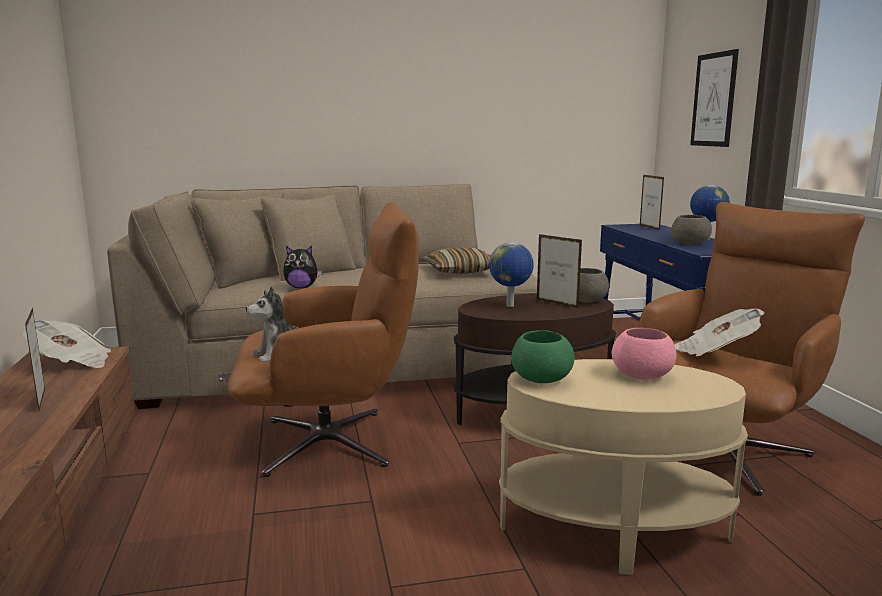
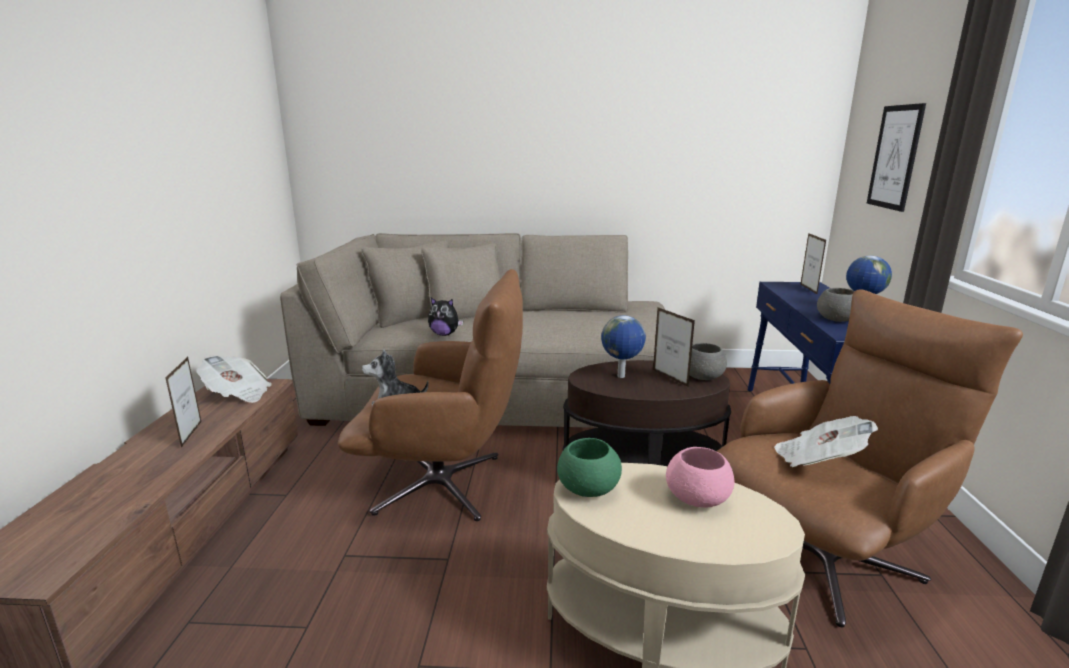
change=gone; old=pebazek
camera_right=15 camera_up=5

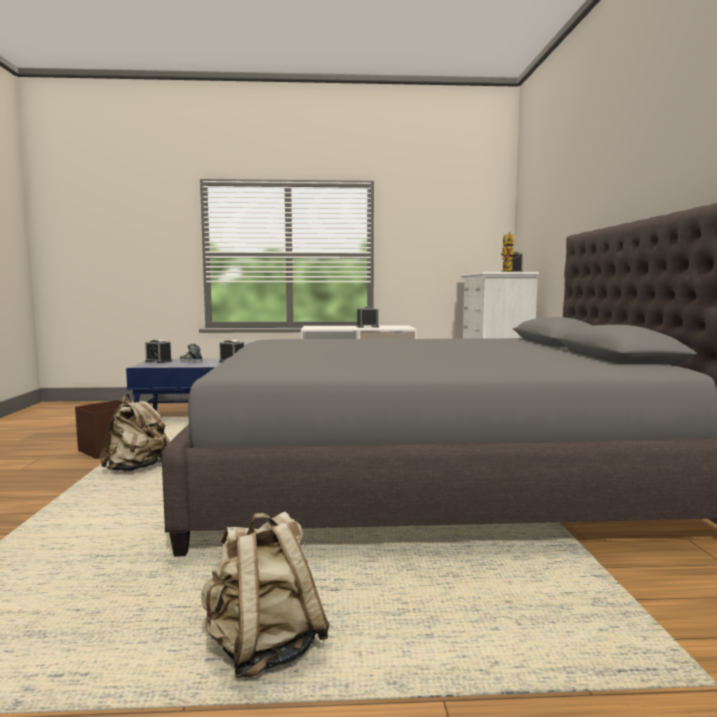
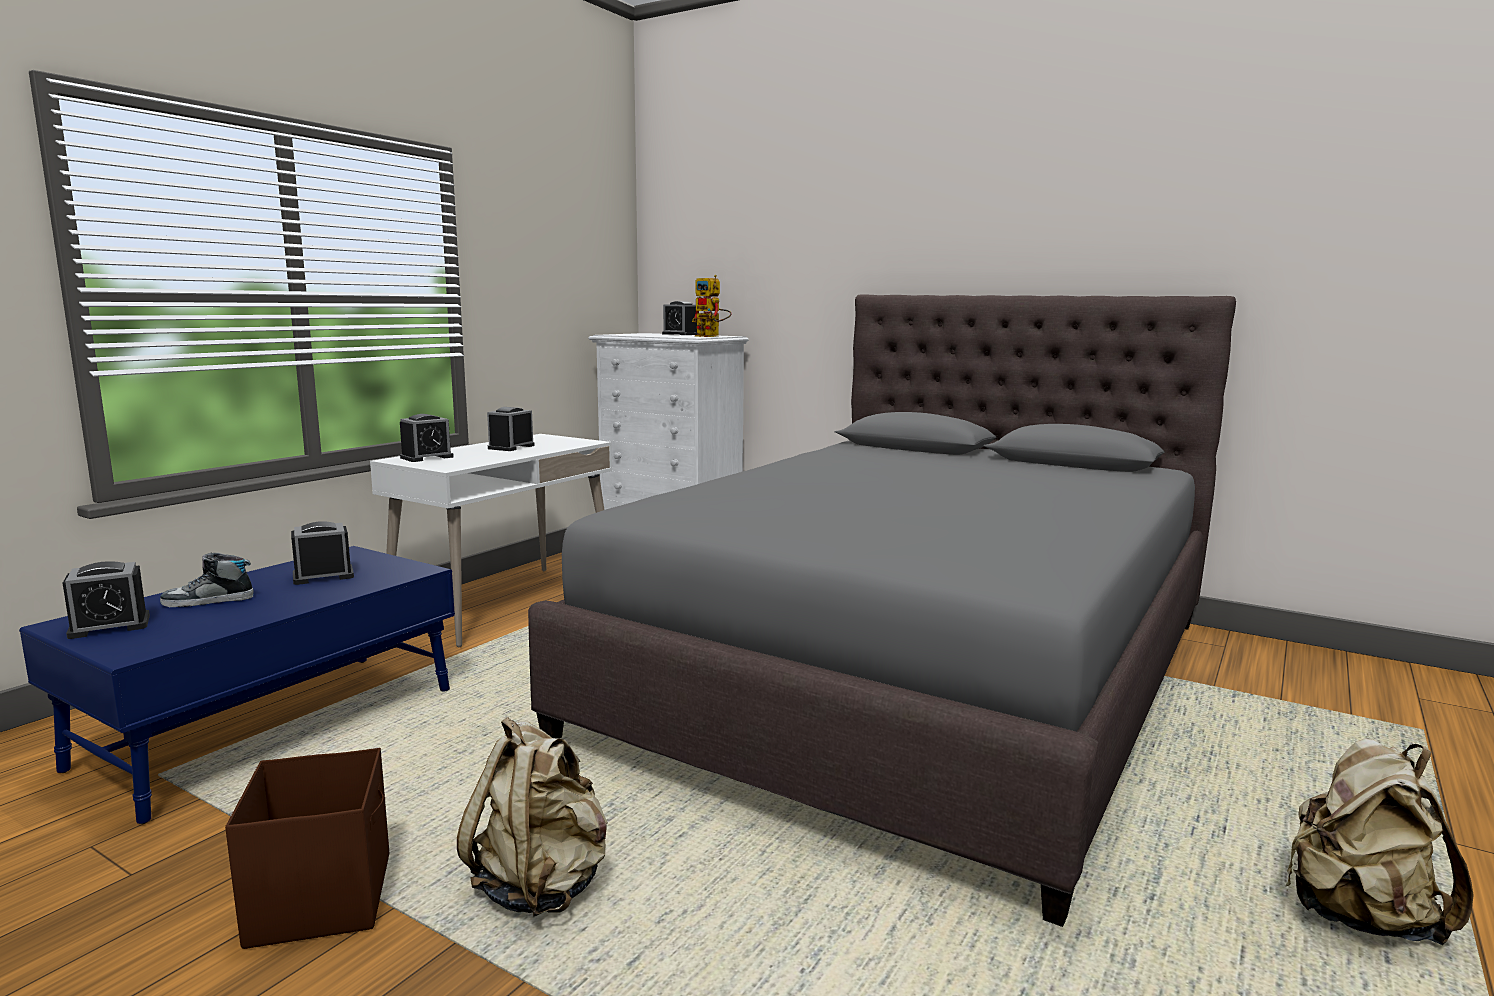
change=new; new=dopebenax (no. 3 from left)
camera_right=-55 camera_up=5

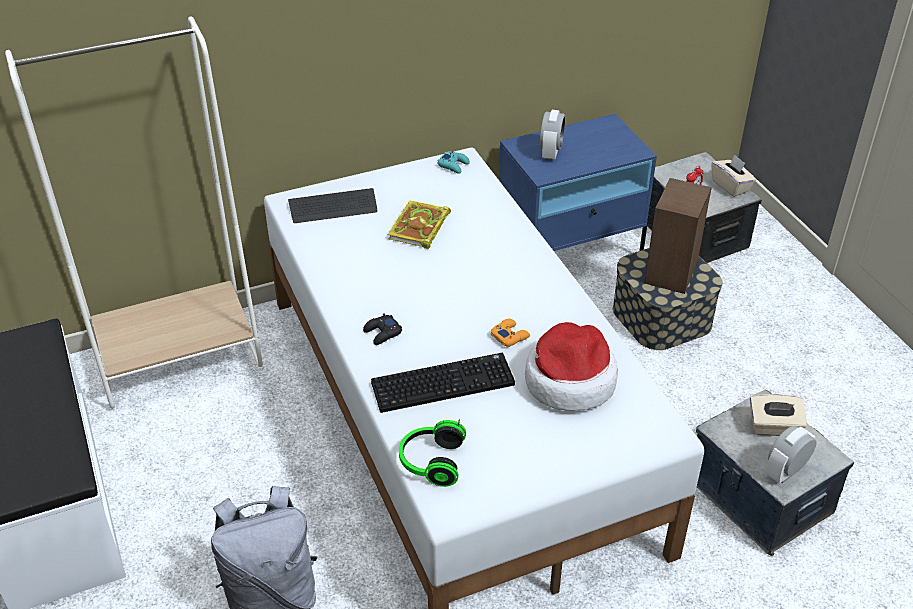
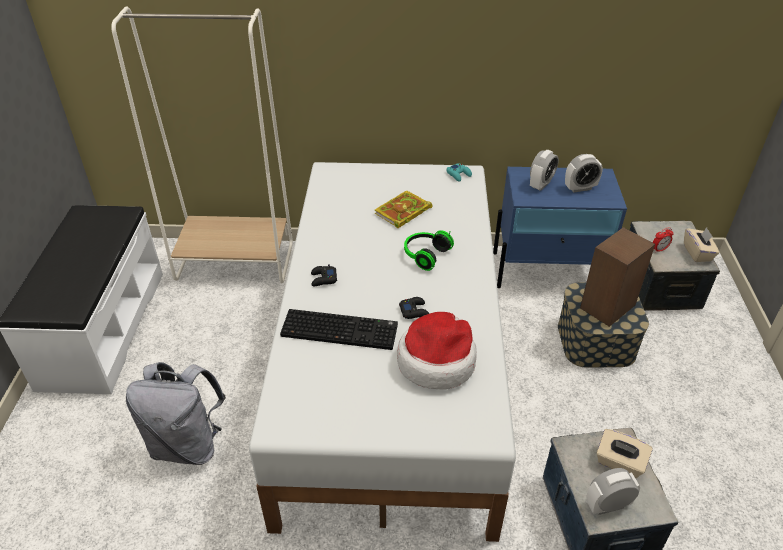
change=gone; old=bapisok (no. 1 from left)
change=repainted; old=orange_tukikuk; new=black_tukikuk (no. 2 from left)
change=shifted; old=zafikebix
change=new; new=dopebenax (no. 2 from left)
camera_right=25 camera_up=0

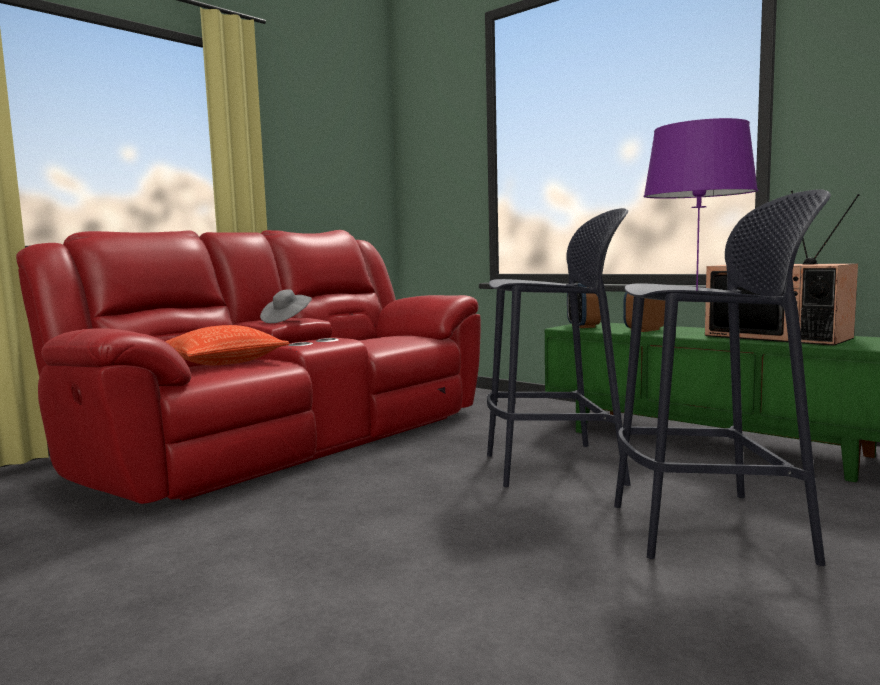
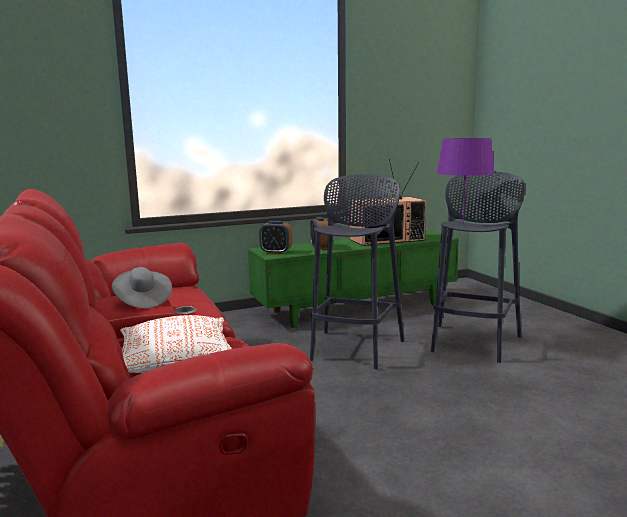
change=repainted; old=orange_pebazek; new=white_pebazek
camera_right=-65 camera_up=5

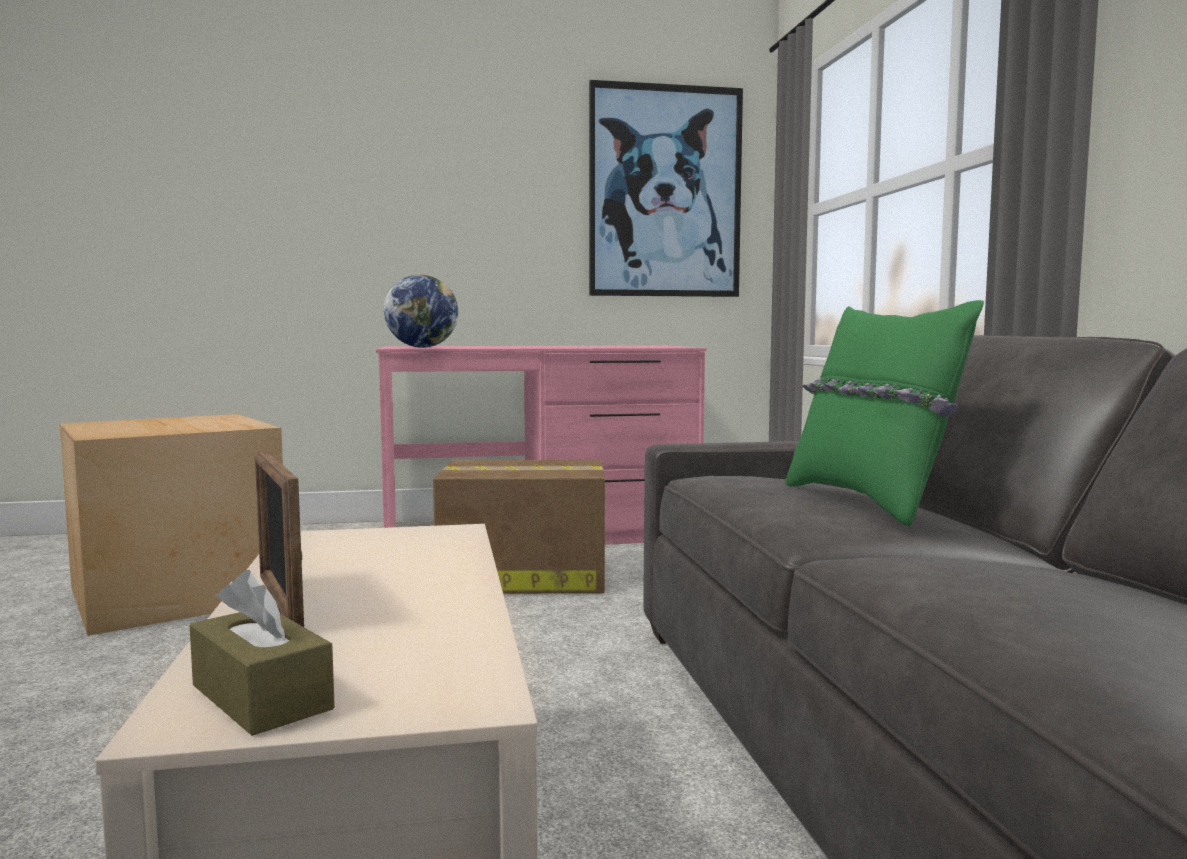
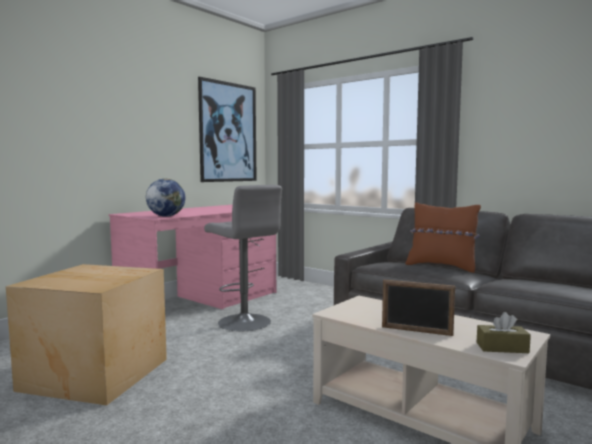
change=repainted; old=green_pebazek; new=brown_pebazek
change=swapped; old=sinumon (no. 2 from left); new=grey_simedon
camera_right=-40 camera_up=0

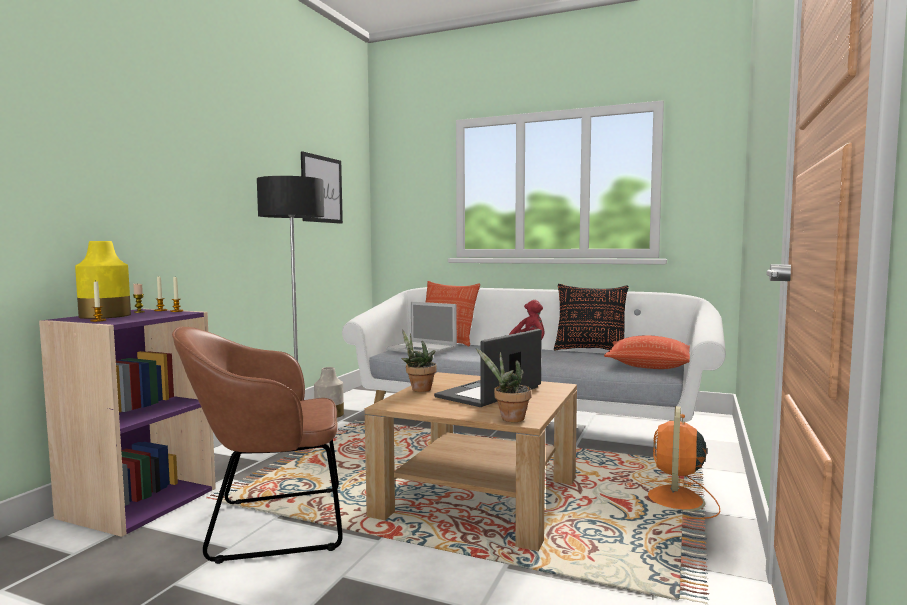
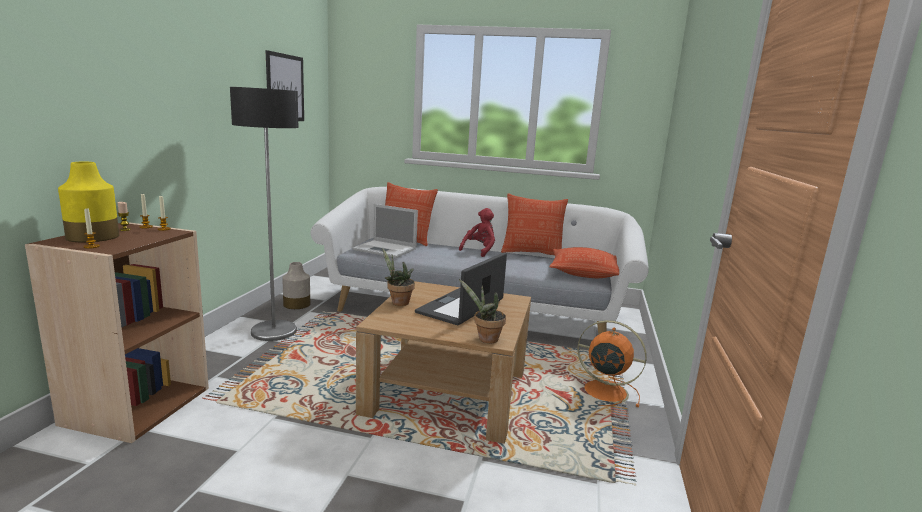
change=repainted; old=black_pebazek; new=orange_pebazek (no. 2 from left)
change=repainted; old=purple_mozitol; new=brown_mozitol
change=gone; old=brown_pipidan
change=rotated; old=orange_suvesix; degrees=105
camera_right=-10 camera_up=10

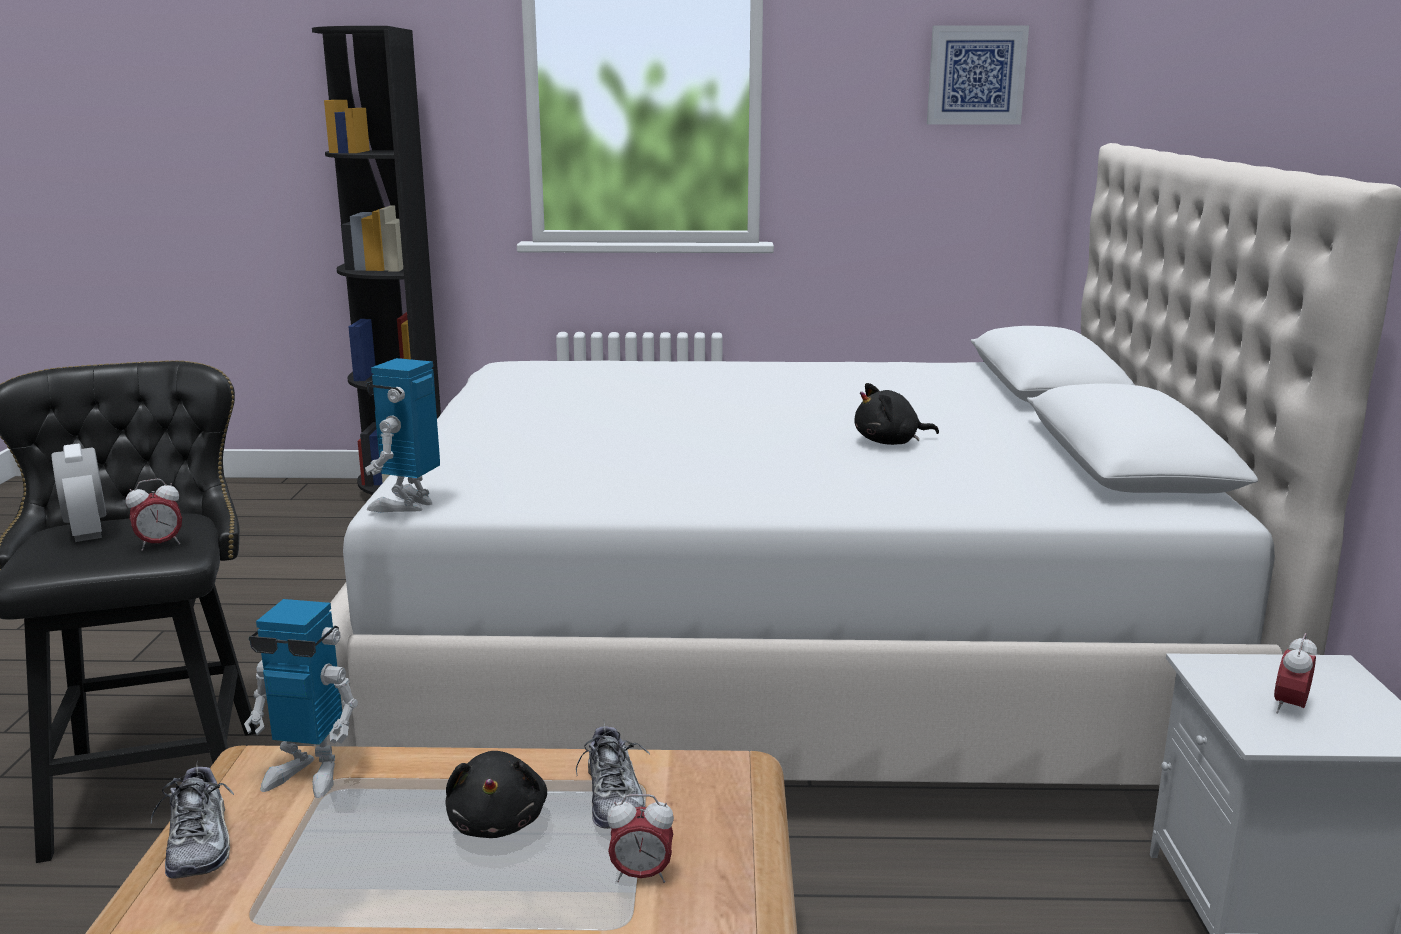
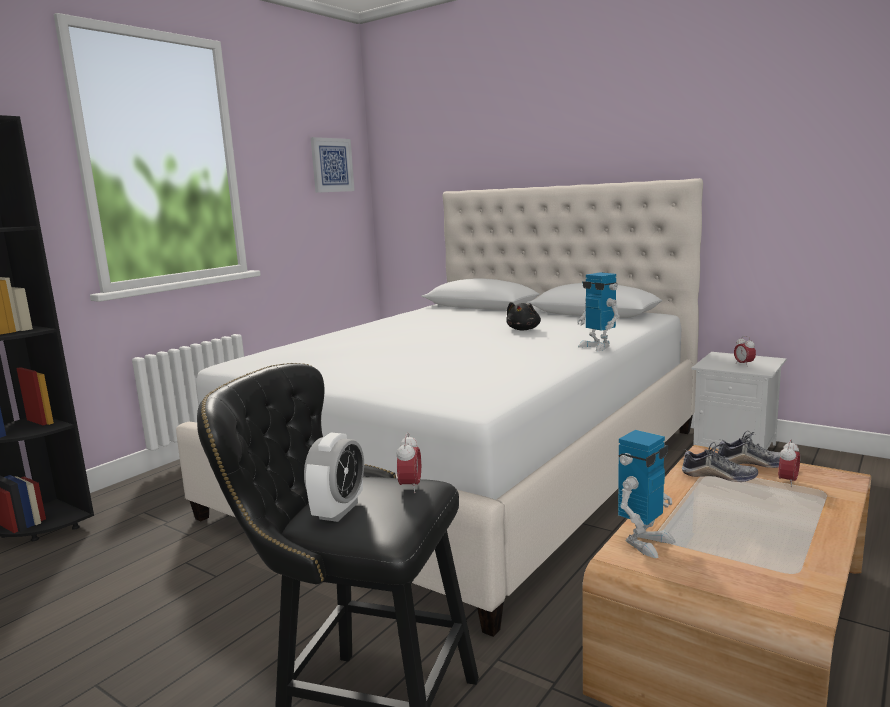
change=shifted; old=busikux (no. 2 from left in the first image); new=busikux (no. 1 from left)
change=rotated; old=dopebenax (no. 1 from left); degrees=-75
change=gone; old=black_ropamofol (no. 1 from left)
change=shifted; old=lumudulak (no. 1 from left in the first image); new=lumudulak (no. 2 from left)
camera_right=-55 camera_up=-5

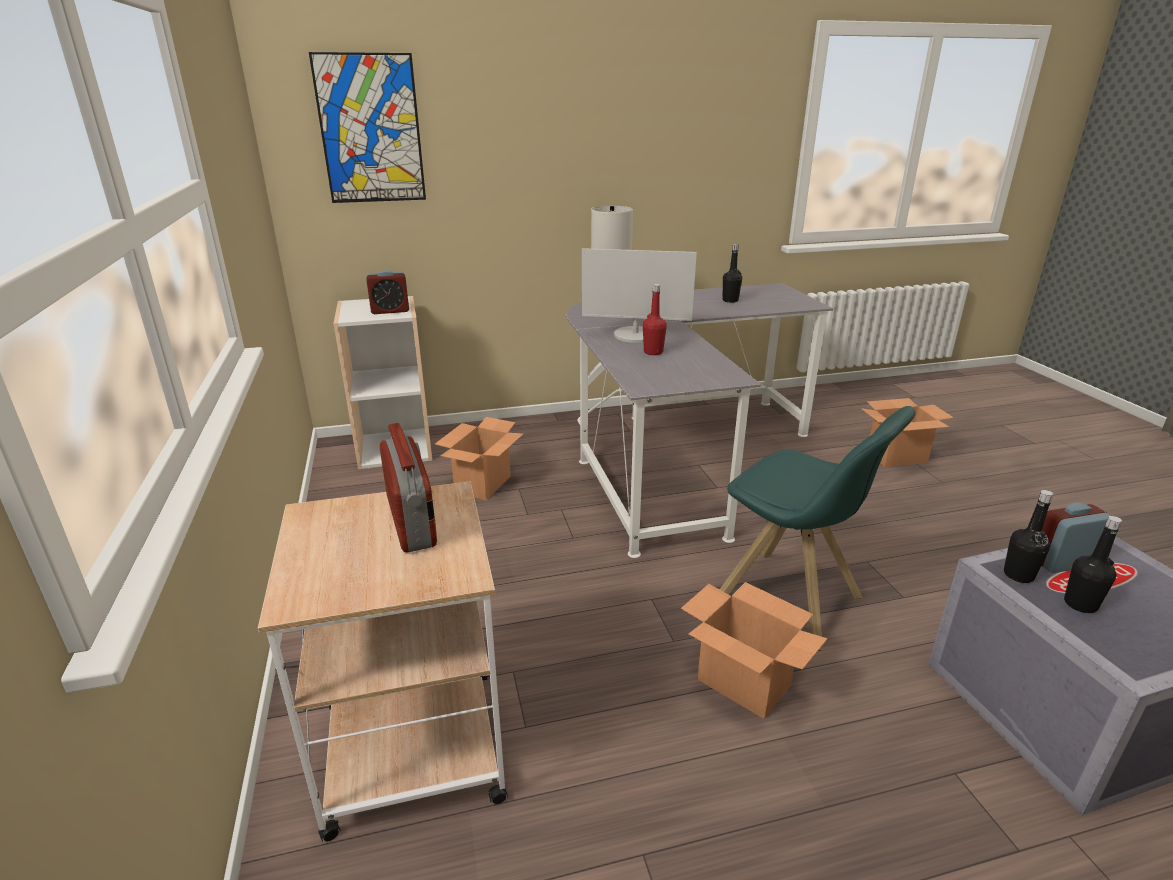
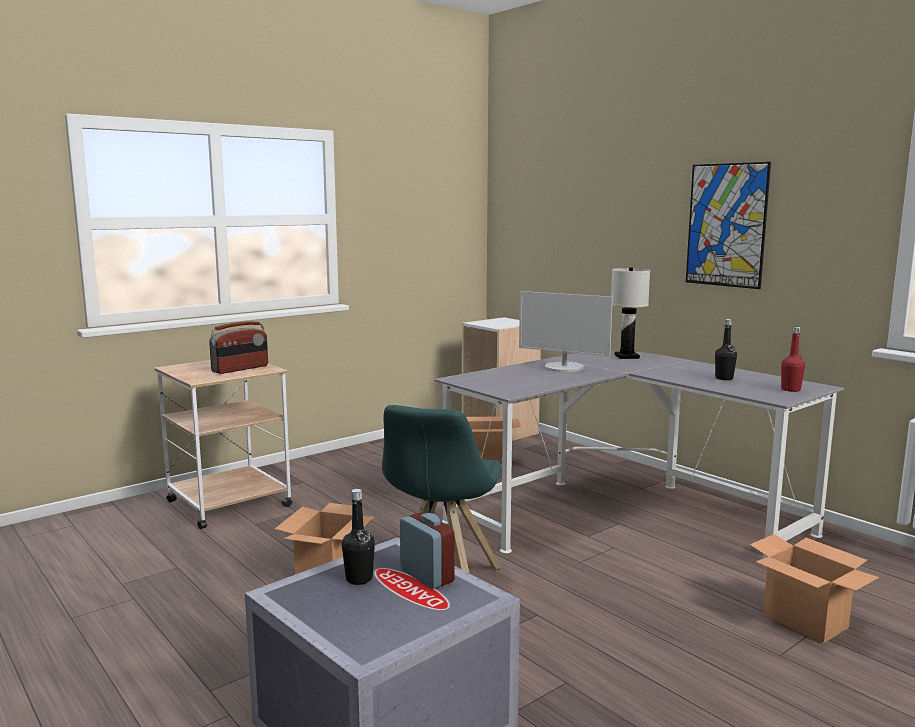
change=shifted; old=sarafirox
change=rotated; old=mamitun; degrees=-45
change=gone; old=dopebenax (no. 1 from left)
change=shifted; old=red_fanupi
change=gone; old=black_fanupi (no. 2 from left)
camera_right=65 camera_up=-15

